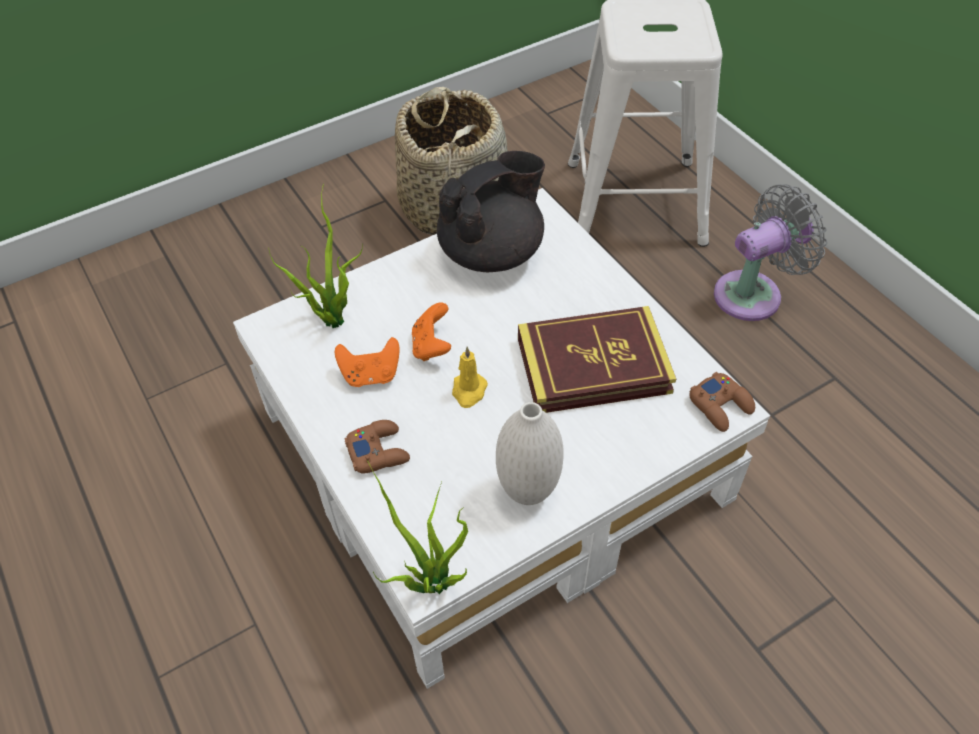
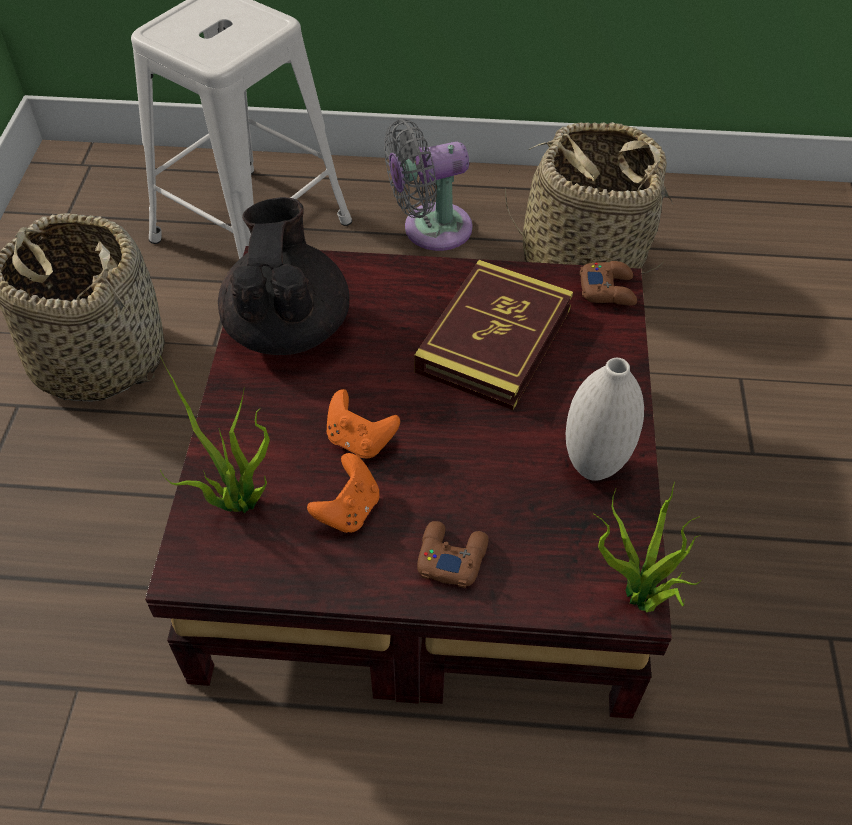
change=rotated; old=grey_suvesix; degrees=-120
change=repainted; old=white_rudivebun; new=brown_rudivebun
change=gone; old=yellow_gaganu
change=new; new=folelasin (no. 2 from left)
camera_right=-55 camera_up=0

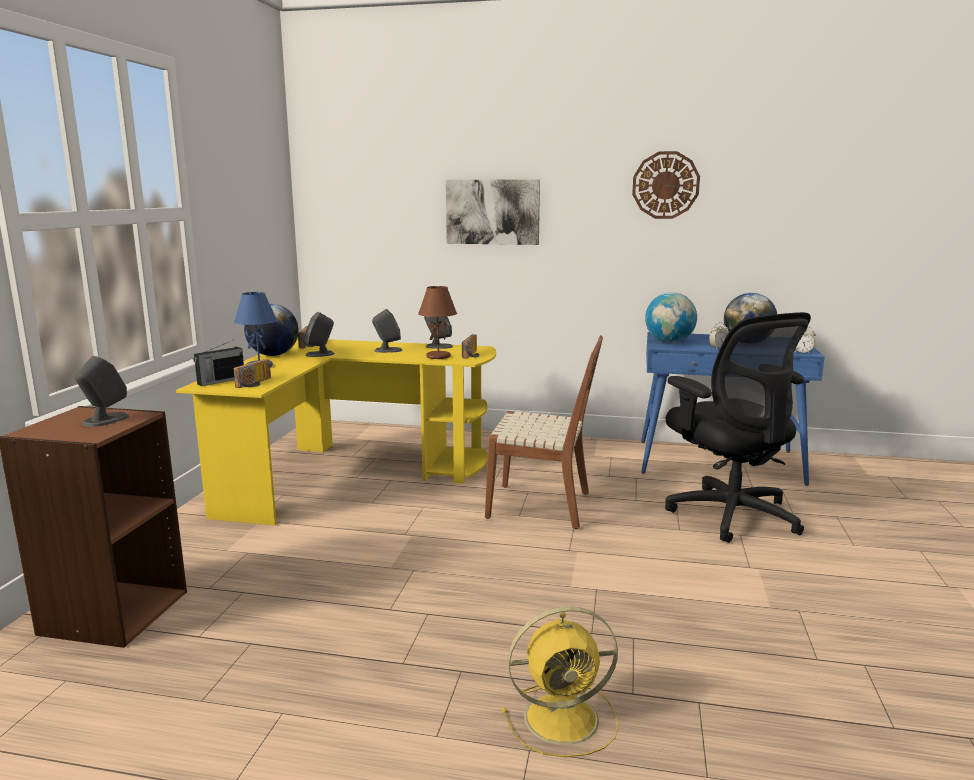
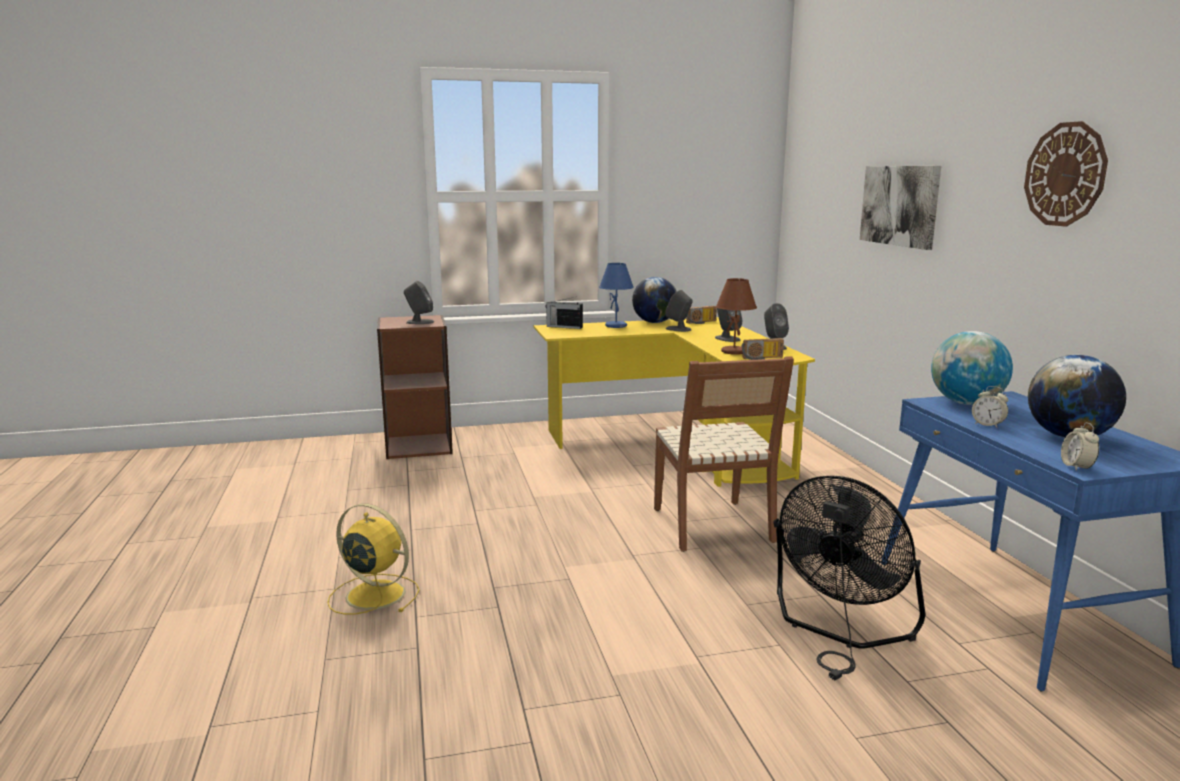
change=swapped; old=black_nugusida; new=black_suvesix
change=gone; old=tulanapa (no. 2 from left)
change=rotated; old=yellow_suvesix; degrees=150
camera_right=65 camera_up=0

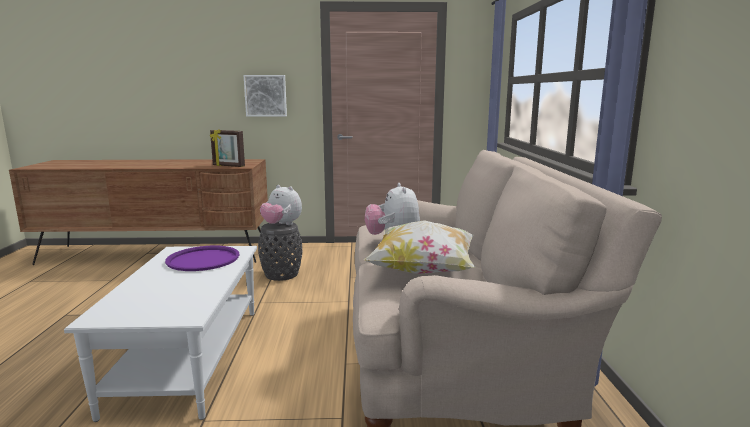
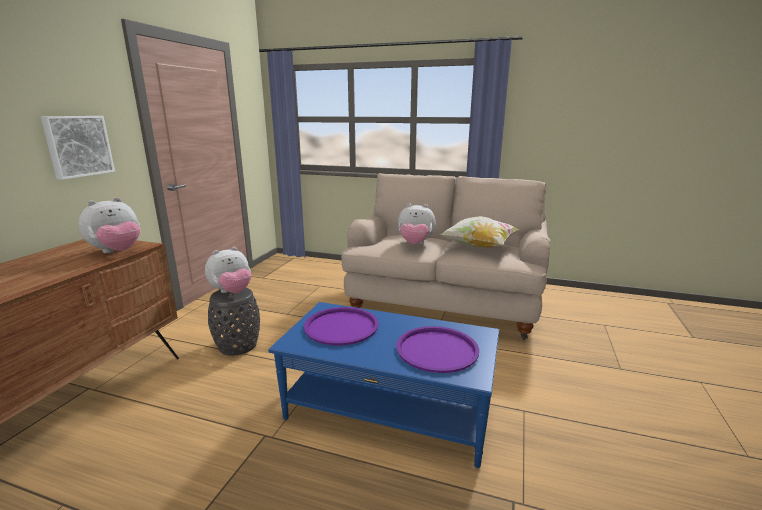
change=swapped; old=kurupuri; new=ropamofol (no. 1 from left)
change=repainted; old=white_rudivebun; new=blue_rudivebun
change=new; new=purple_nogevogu (no. 2 from left)
camera_right=-70 camera_up=5

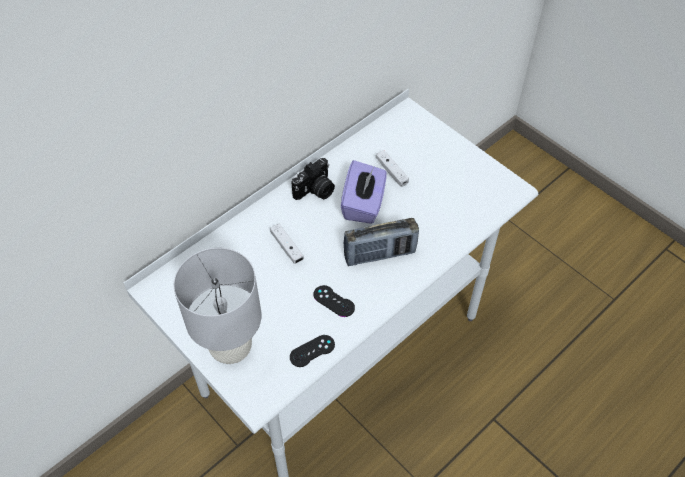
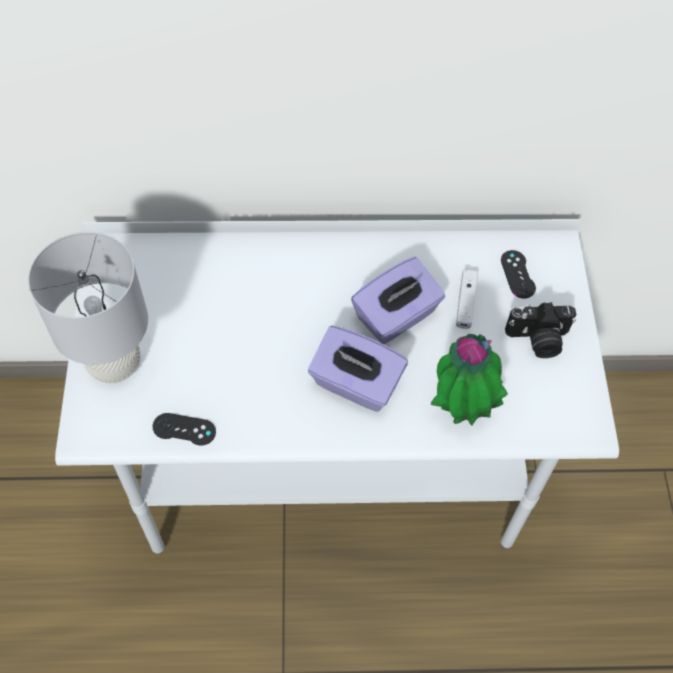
change=shifted; old=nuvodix
change=swapped; old=tulanapa; new=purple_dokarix (no. 1 from left)
change=gone; old=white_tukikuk (no. 1 from left)
change=shifted; old=black_tukikuk (no. 2 from left)
change=new; new=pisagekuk
camera_right=40 camera_up=5

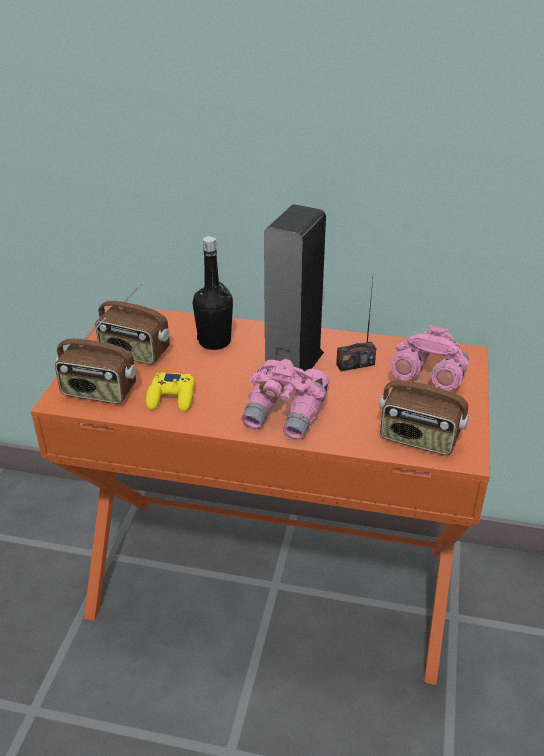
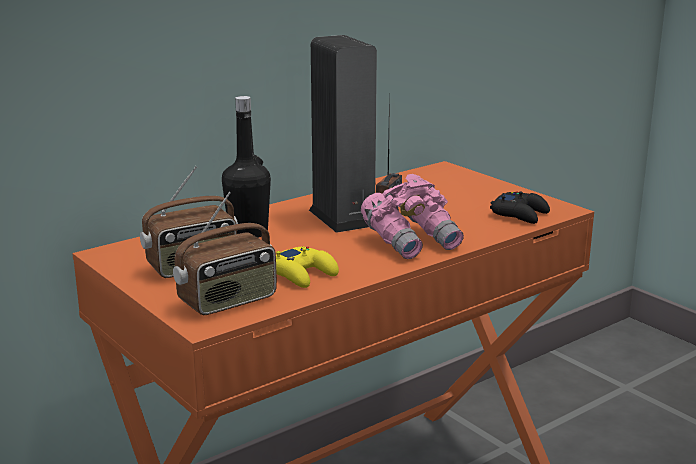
change=gone; old=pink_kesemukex (no. 2 from left)
change=swapped; old=tulanapa (no. 4 from left); new=black_tukikuk
camera_right=-50 camera_up=-15

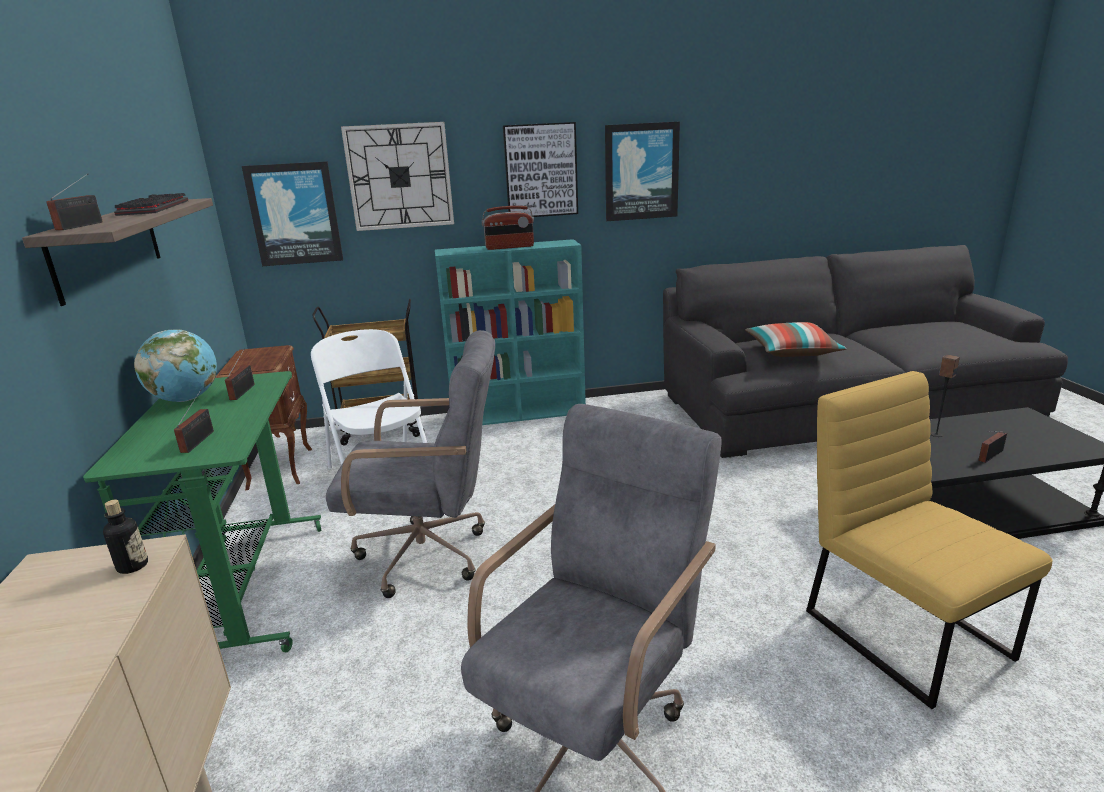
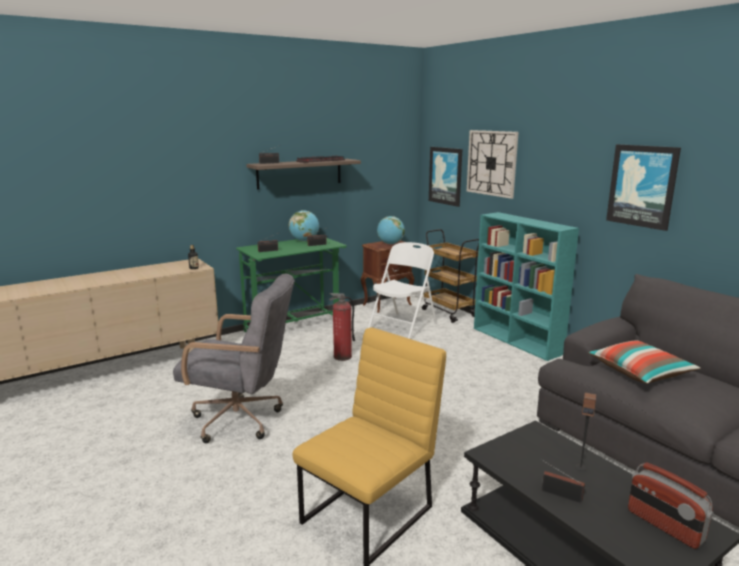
change=gone; old=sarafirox (no. 2 from left)
change=shifted; old=tulanapa (no. 4 from left in the first image); new=tulanapa (no. 5 from left)
change=swapped; old=grey_nugusida (no. 1 from left); new=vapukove
change=new; new=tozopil (no. 2 from left)
camera_right=65 camera_up=-5

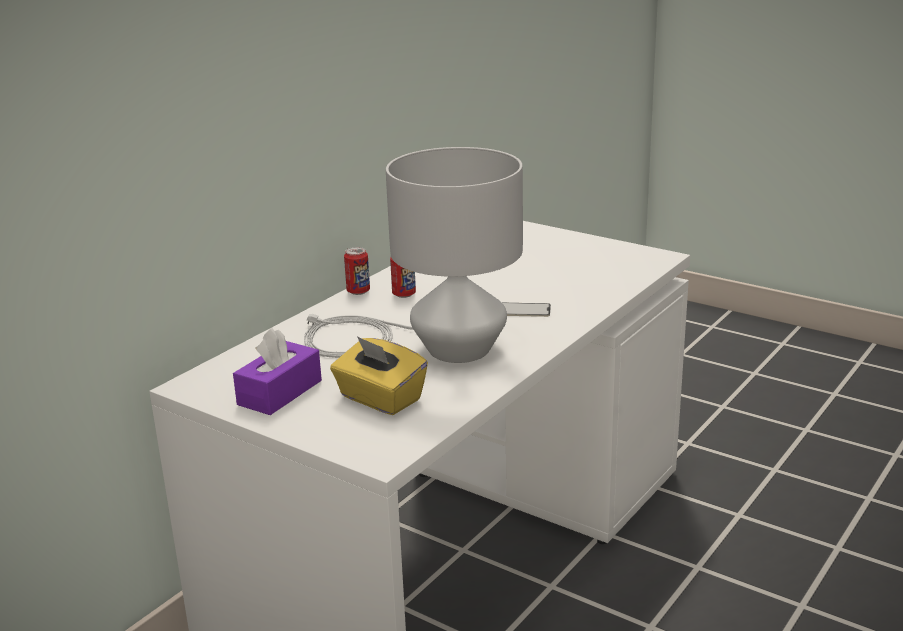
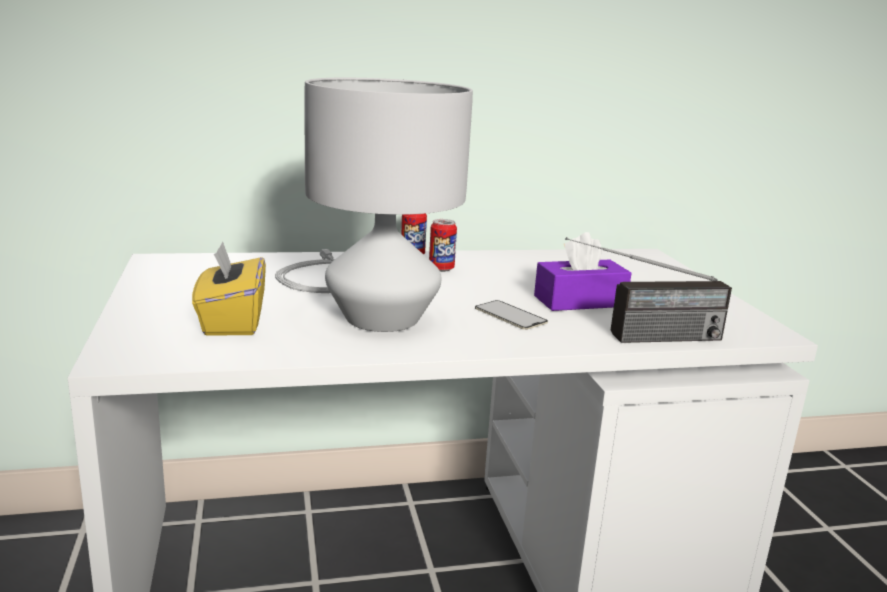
change=shifted; old=purple_dokarix
change=new; new=tulanapa
camera_right=40 camera_up=-5

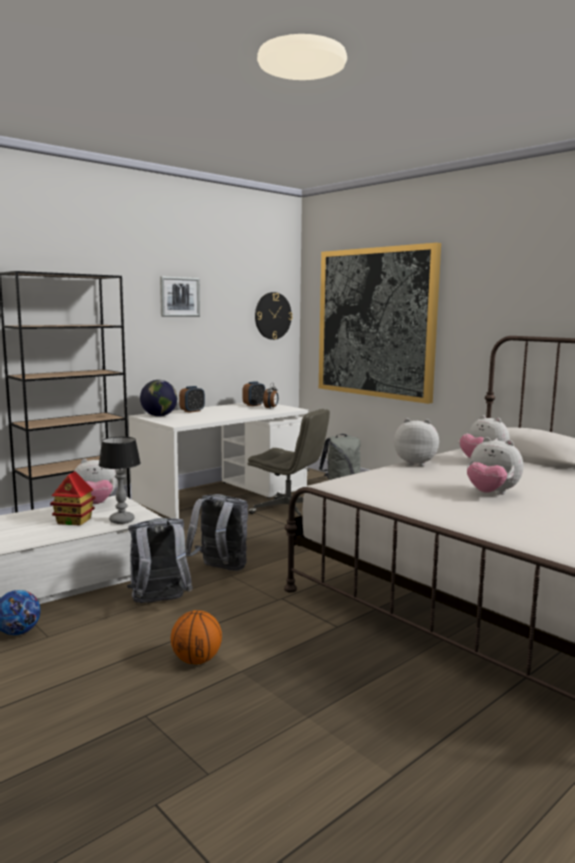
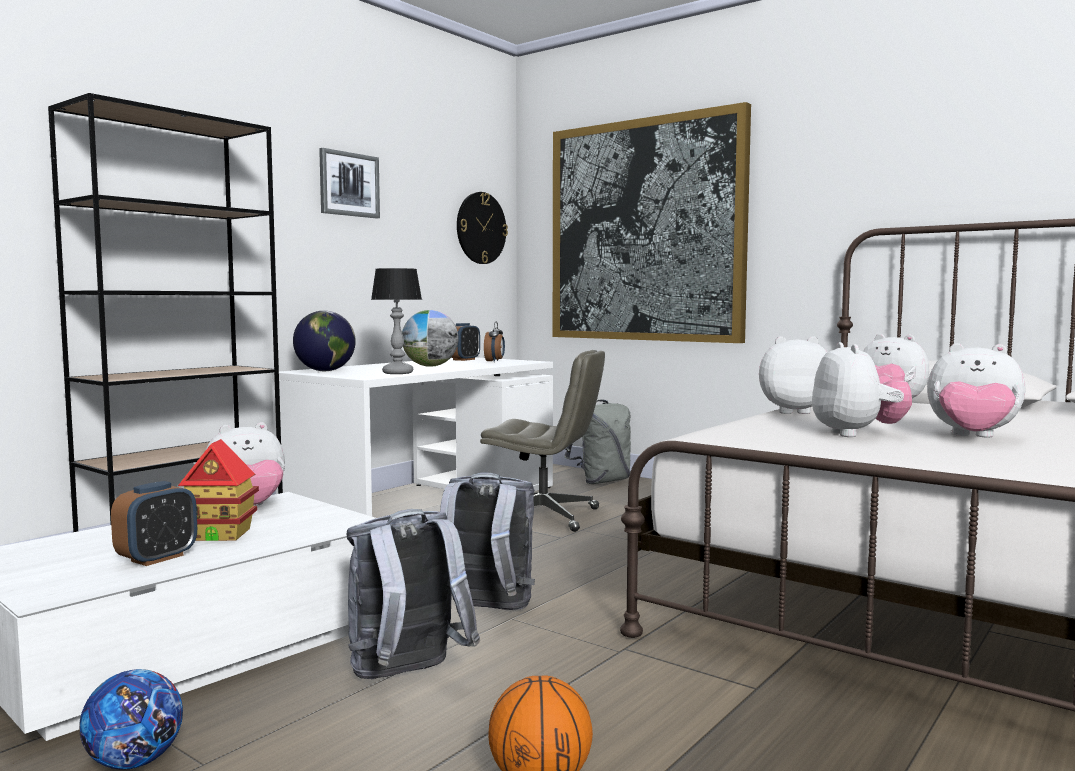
change=shifted; old=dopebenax (no. 1 from left)
change=shifted; old=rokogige
change=new; new=tozopil (no. 2 from left)
change=new; new=ropamofol (no. 3 from left)
camera_right=-10 camera_up=-5

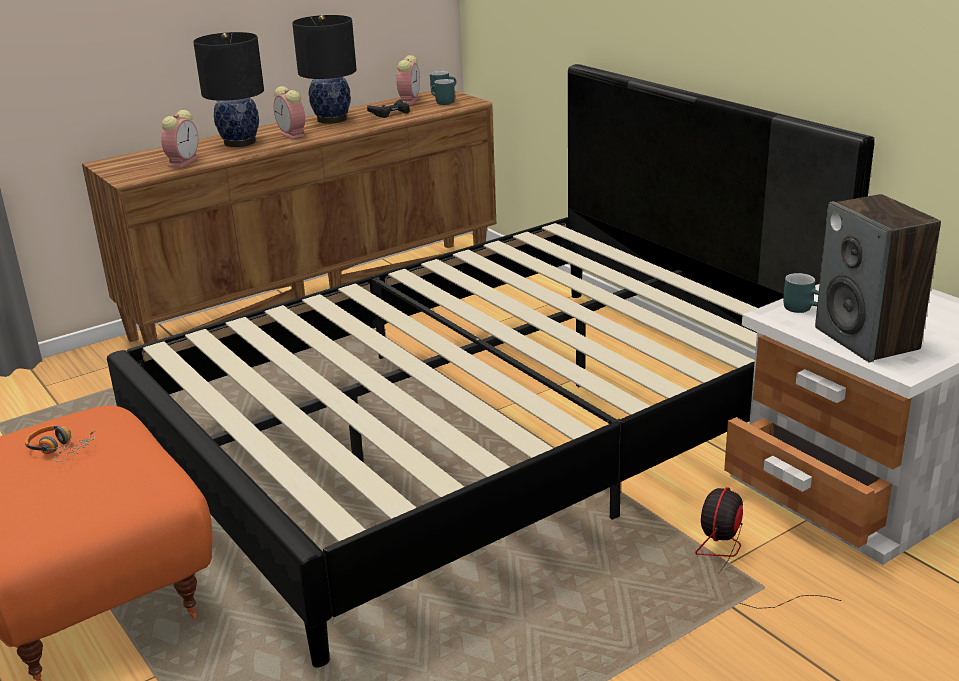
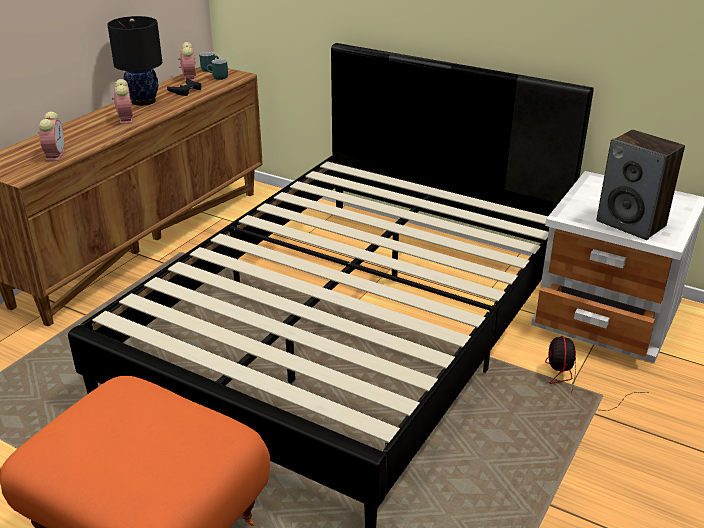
change=gone; old=black_rokogige (no. 1 from left)
change=rotated; old=dopebenax (no. 2 from left); degrees=-135
change=gone; old=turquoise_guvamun (no. 3 from left)
change=gone; old=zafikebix
camera_right=-25 camera_up=5

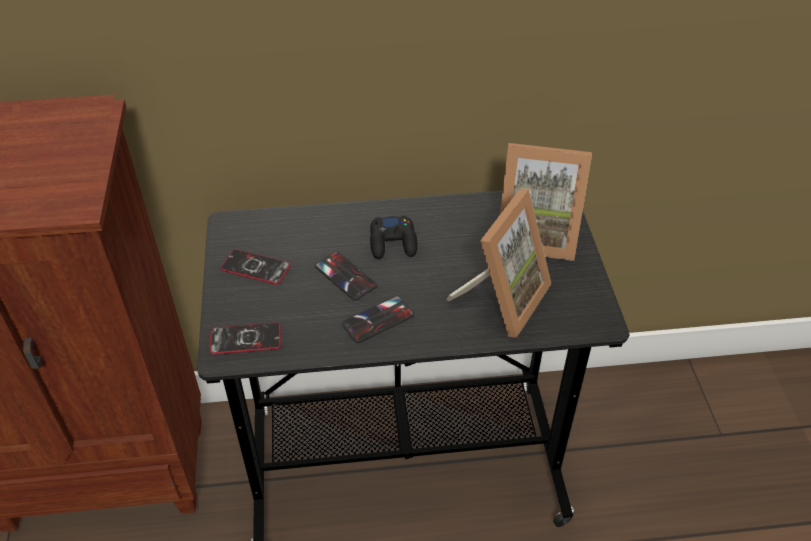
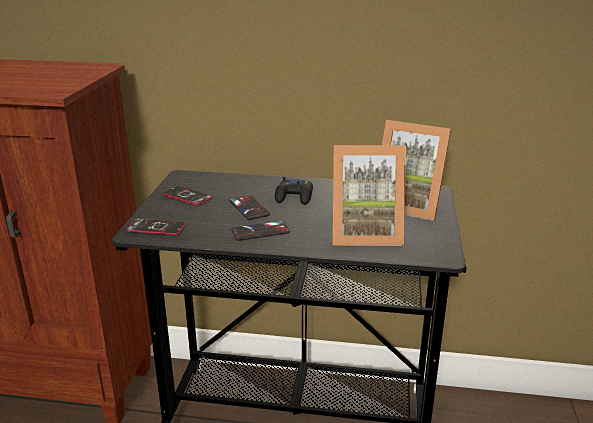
change=rotated; old=kurupuri (no. 1 from left); degrees=45
camera_right=15 camera_up=-20

